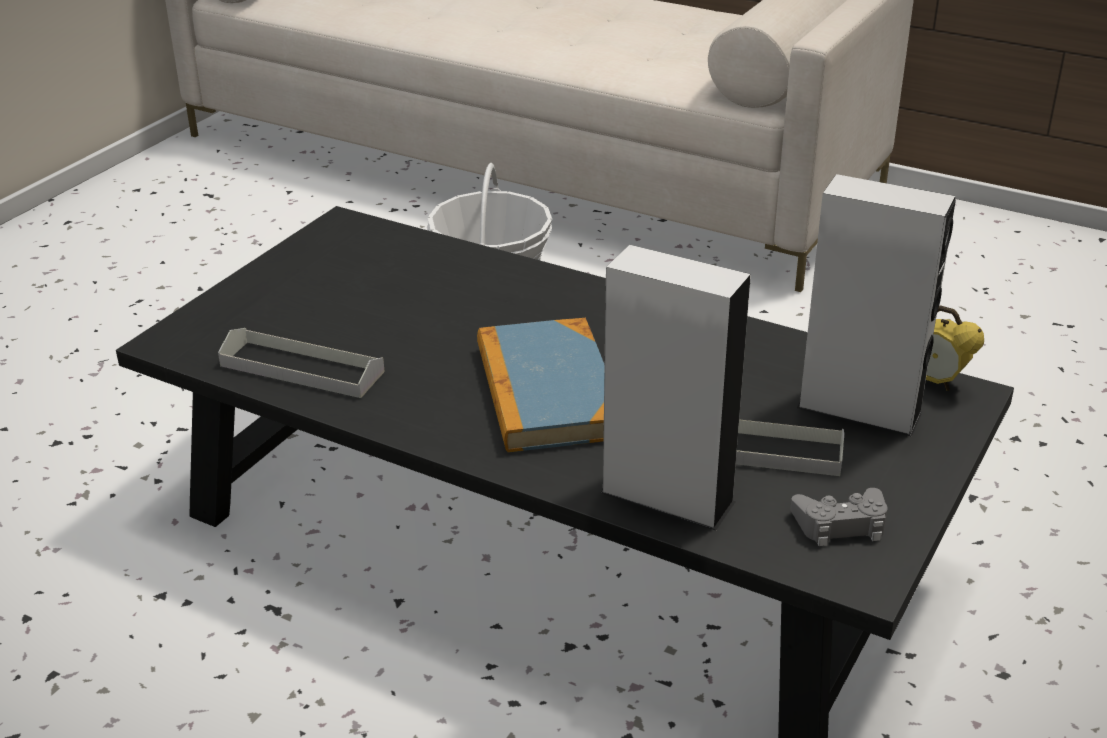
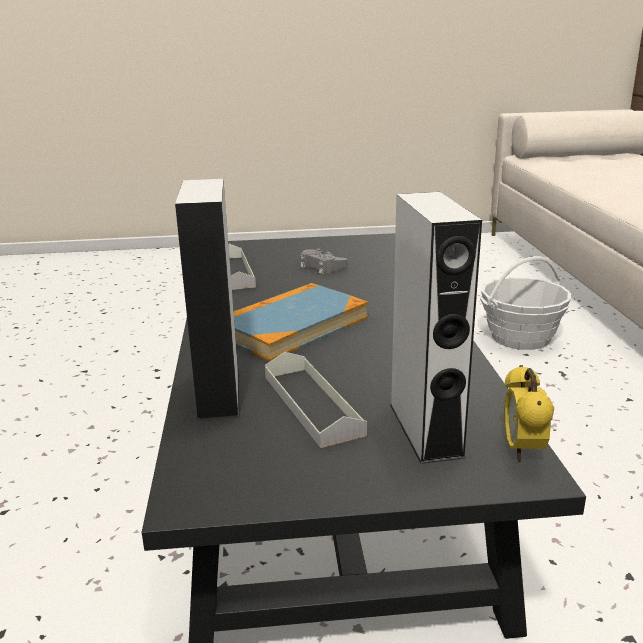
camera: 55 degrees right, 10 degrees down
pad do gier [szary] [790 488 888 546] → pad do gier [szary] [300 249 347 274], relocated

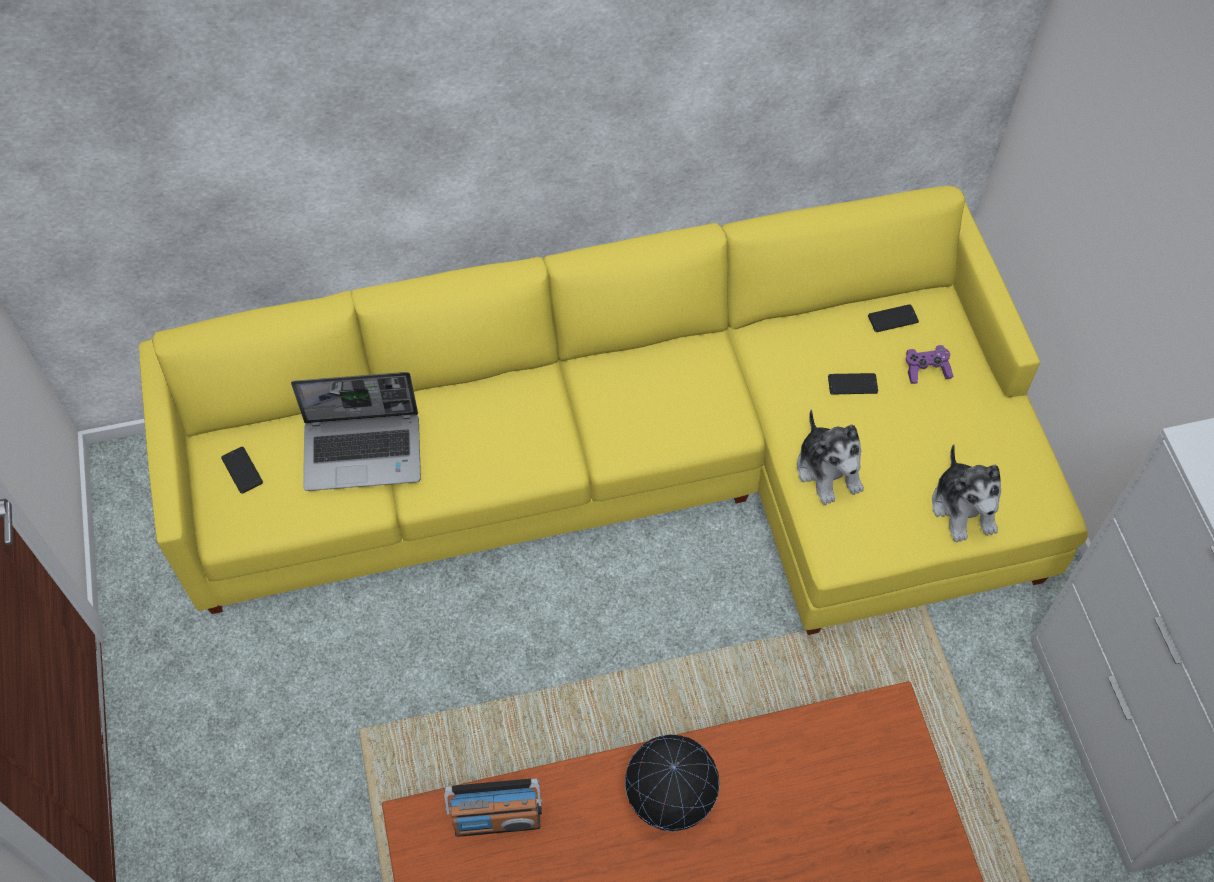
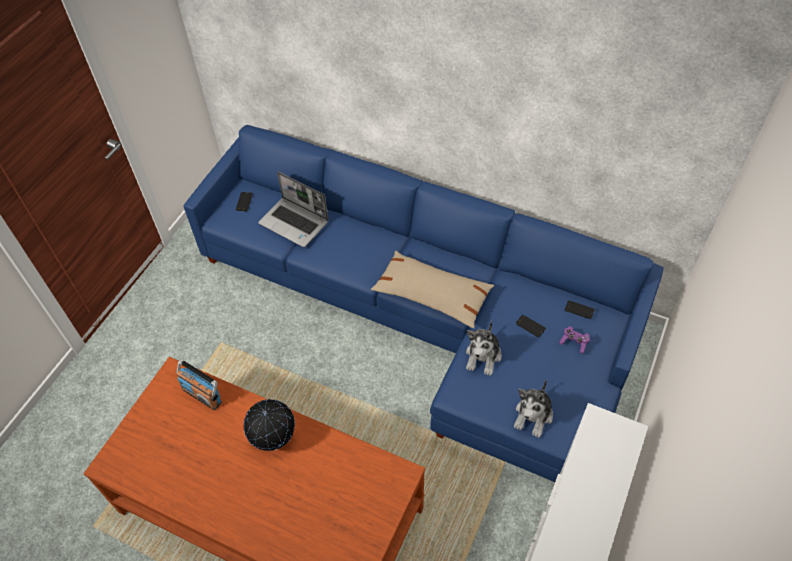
camera: 40 degrees right, 5 degrees down
kanapa [żółty] [139 186 1088 635] → kanapa [niebieski] [183 125 664 482]
- → poduszka [beżowy] [371 251 494 328]

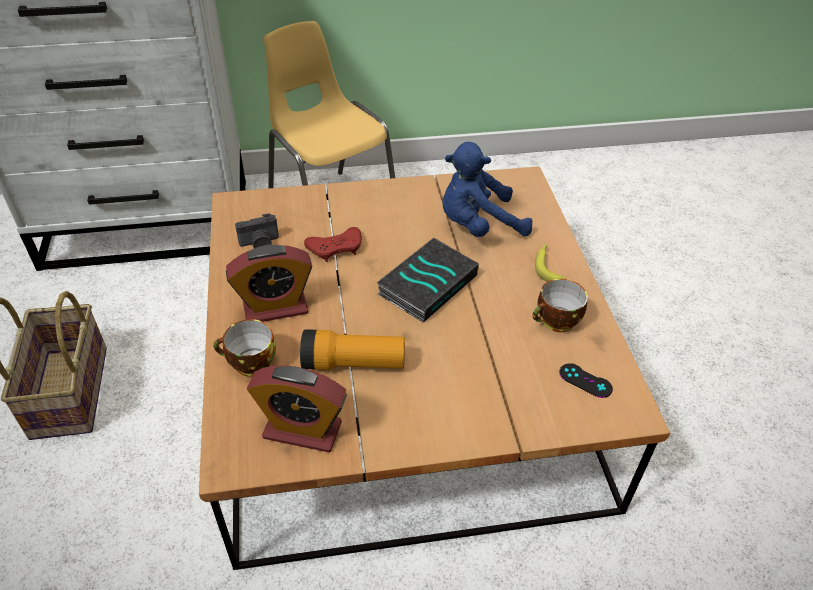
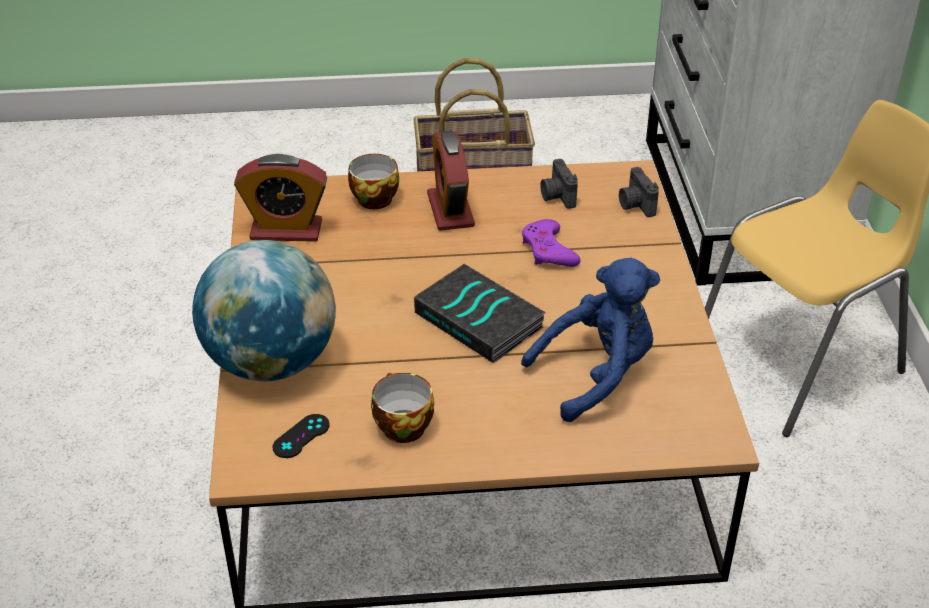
camera: 95 degrees right, 5 degrees down
budzik [247 365 347 452] → budzik [234 154 327 242], 105 degrees counterclockwise
latarka [300 329 405 370] → -
pad do gier [czerwony] [304 227 362 262] → pad do gier [fioletowy] [522 219 581 267]
pluszak [niebieski] [442 142 532 237] → pluszak [niebieski] [521 258 660 422], 75 degrees clockwise
banan [535 243 566 282] → -
- → globus [192 240 336 382]
- → aparat fotograficzny [619 167 659 217]

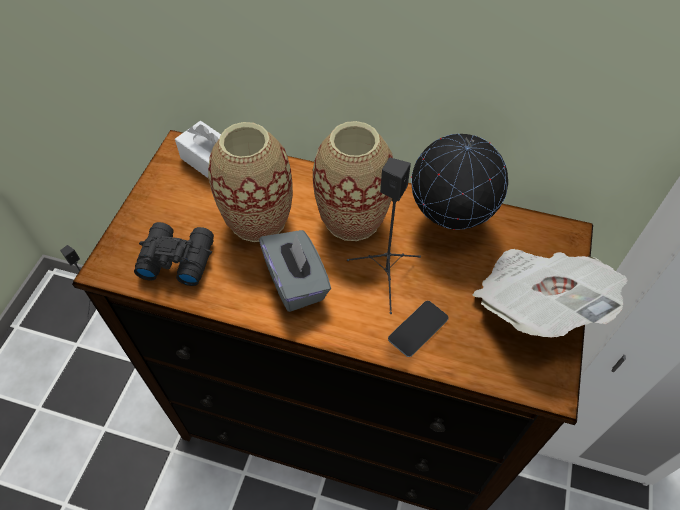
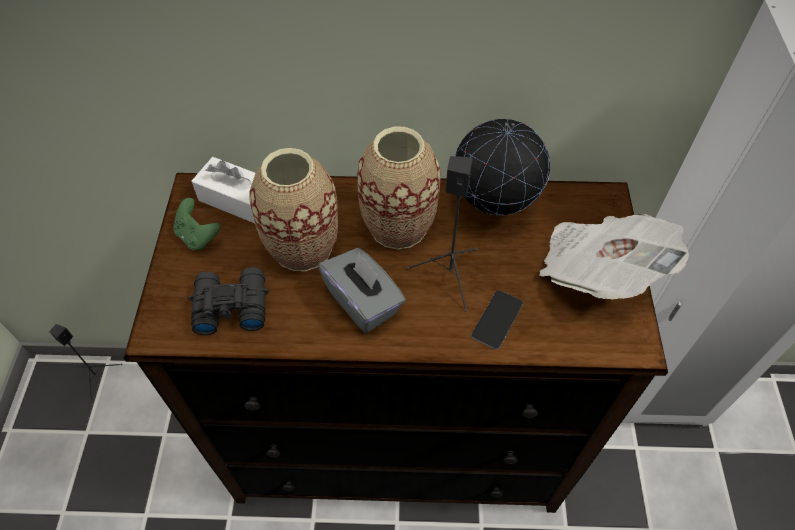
camera: 15 degrees left, 0 degrees up
- → pad do gier [zielony] [173 198 220 250]

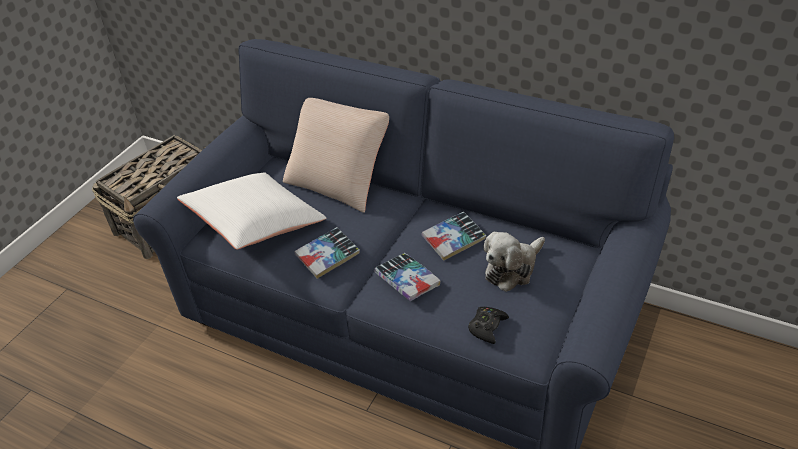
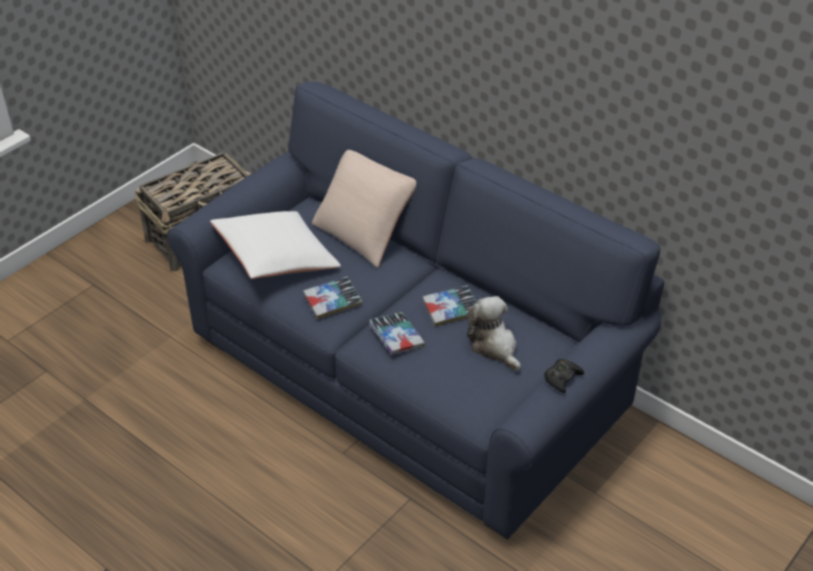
camera: 10 degrees right, 0 degrees up
pad do gier [czarny] [468 307 509 344] → pad do gier [czarny] [544 359 584 393], relocated
pluszak [483 232 545 292] → pluszak [467 296 521 371], 90 degrees clockwise

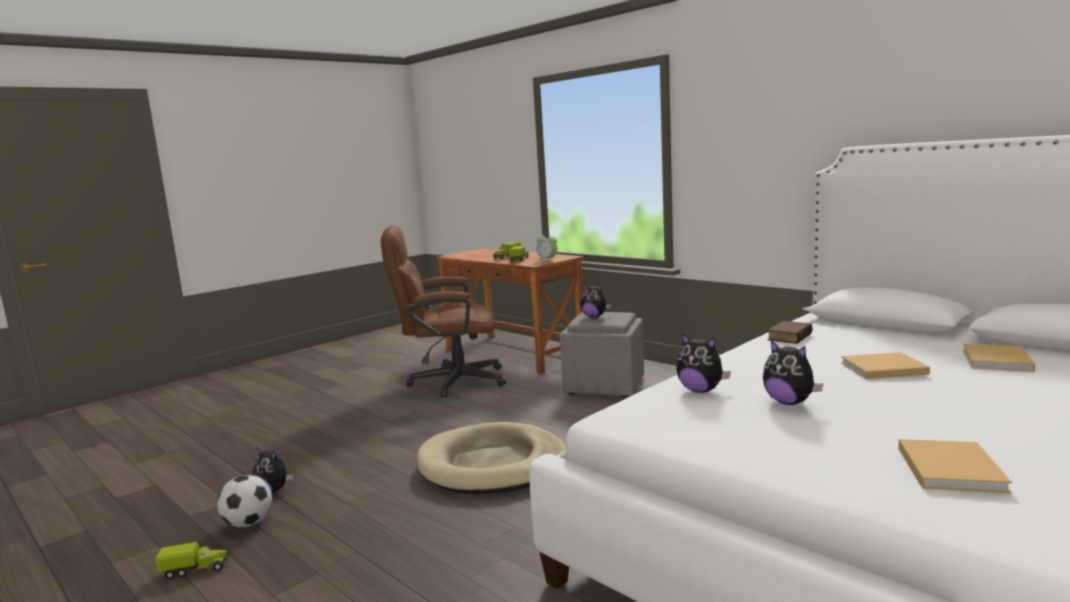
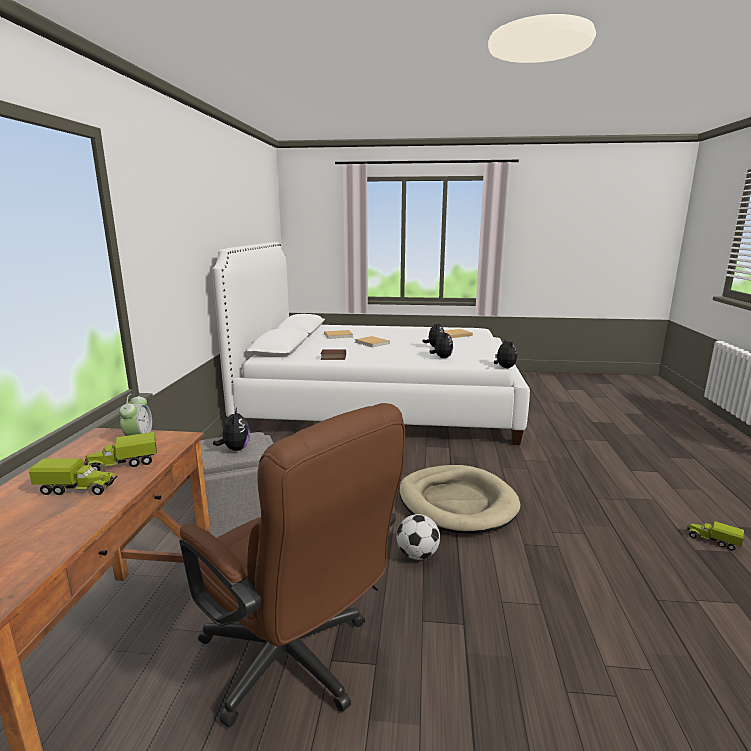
camera: 130 degrees left, 5 degrees up
piłka futbolowa [217 475 272 527] → piłka futbolowa [397 514 440 560], relocated
pluszak [253 447 293 492] → pluszak [494 338 517 368], relocated

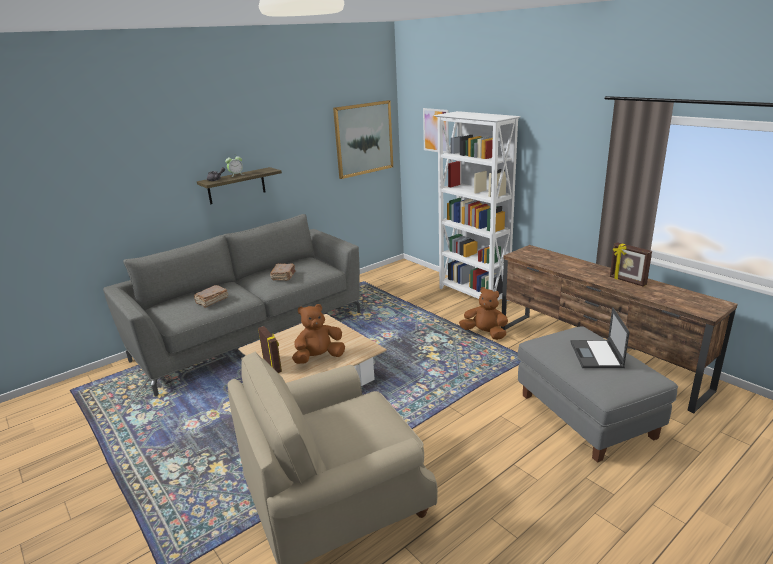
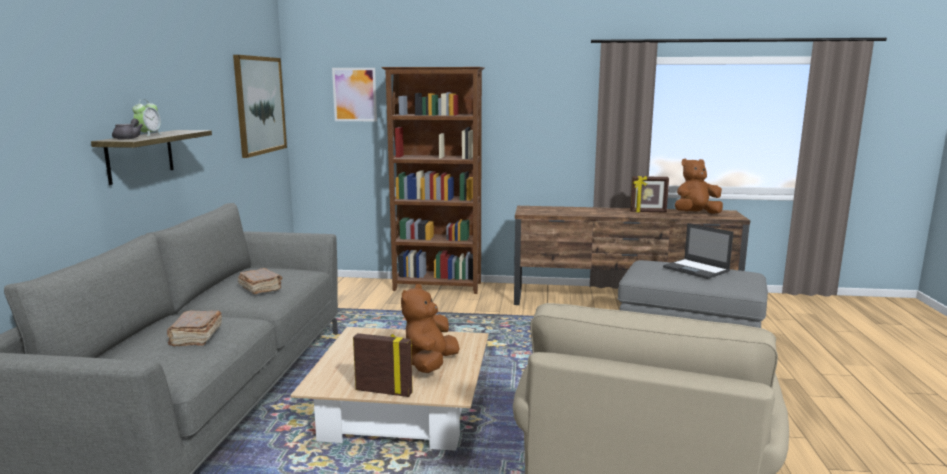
camera: 45 degrees left, 10 degrees down
regał [biały] [434 111 521 301] → regał [brązowy] [381 67 485 294]
pluszak [brązowy] [459 287 508 340] → pluszak [brązowy] [675 159 723 214], relocated

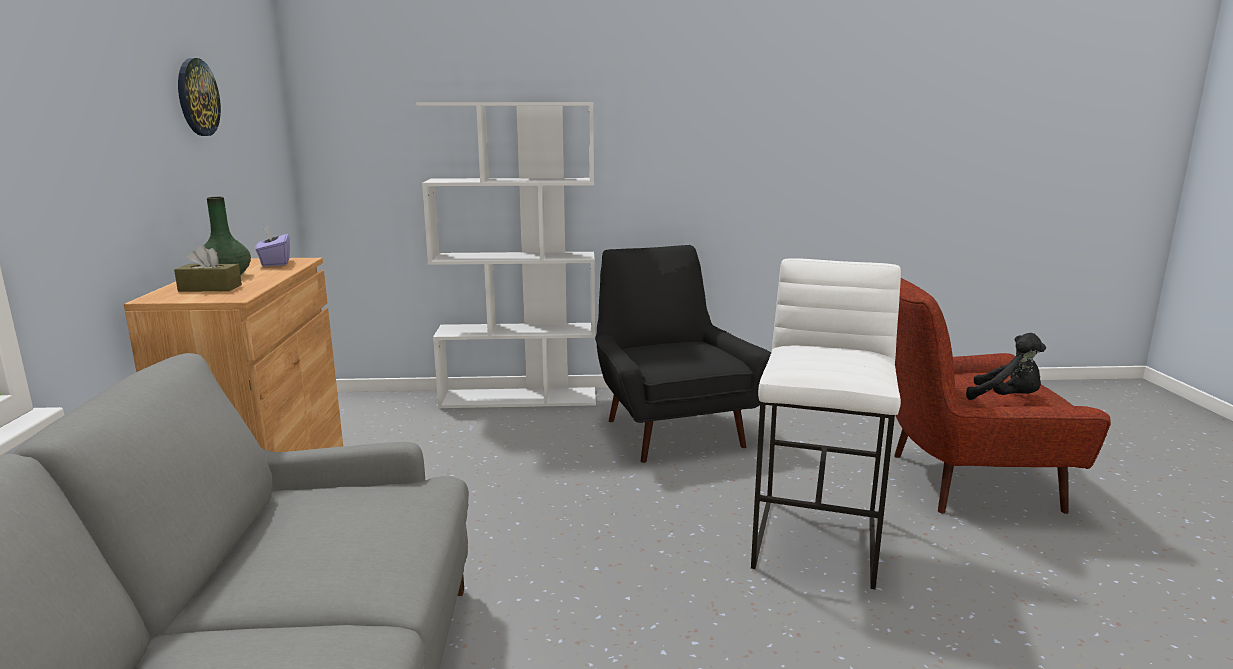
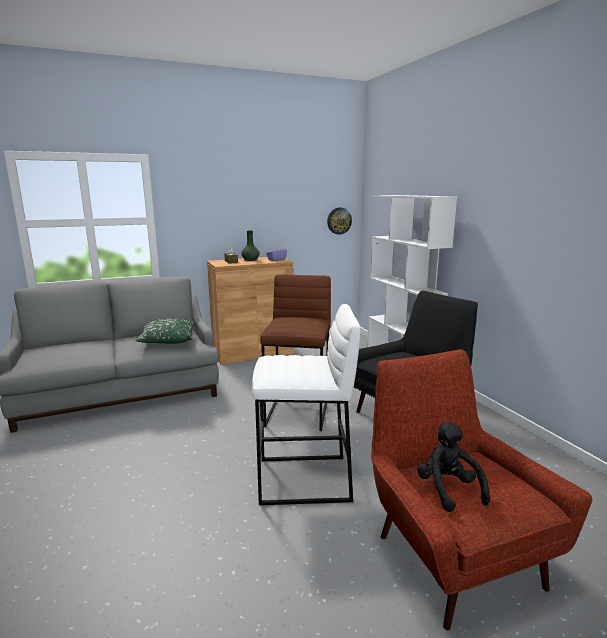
camera: 70 degrees right, 0 degrees up
zegar ścienny [178 58 221 136] → zegar ścienny [327 207 352 235], relocated
pluszak [czarny] [966 333 1046 400] → pluszak [czarny] [417 422 490 512], 150 degrees clockwise
- → poduszka [zielony] [135 319 195 344]
- → stołek [brązowy] [260 274 331 431]

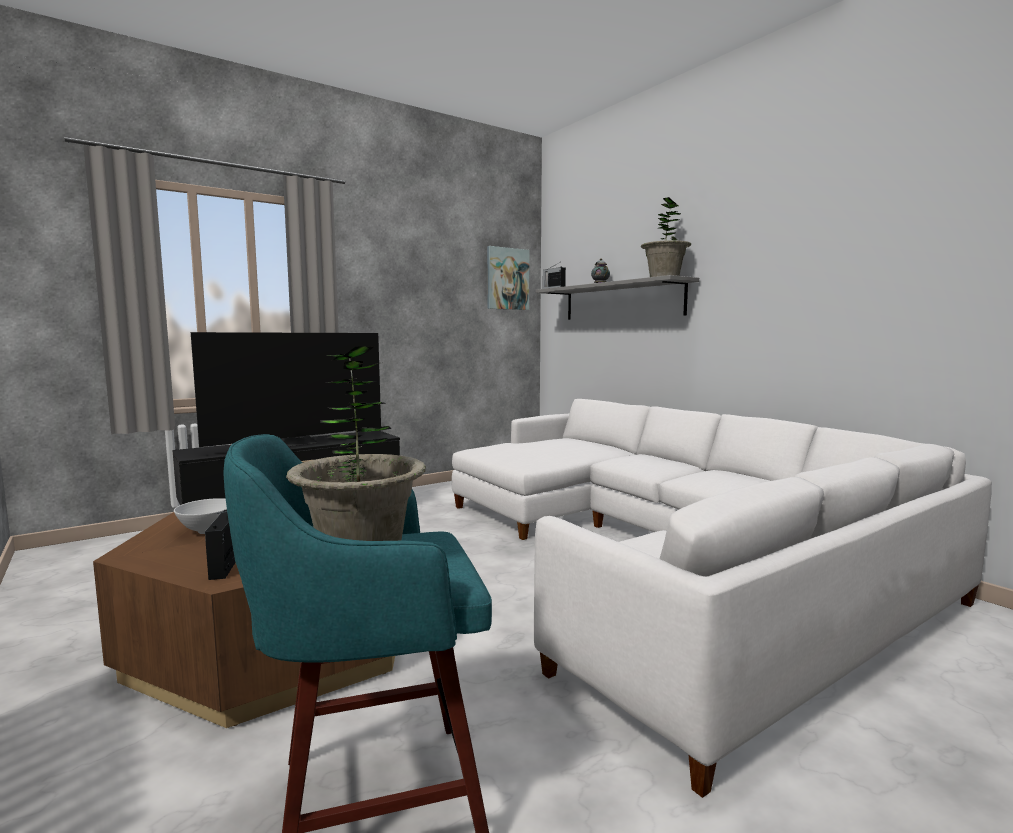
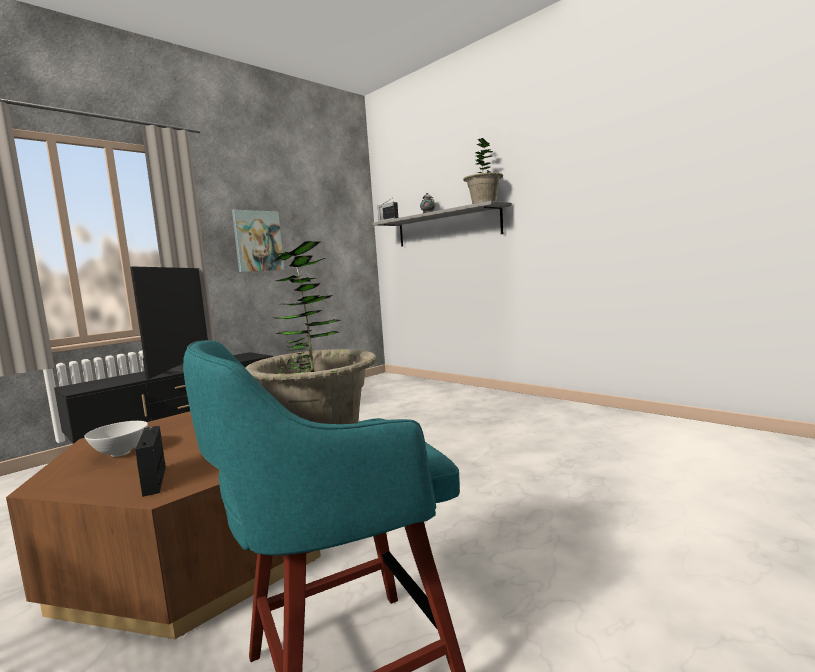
camera: 10 degrees left, 0 degrees up
telewizor [191 332 381 447] → telewizor [130 266 208 380], 45 degrees counterclockwise
kanapa [biały] [451 399 992 798] → -
obraz [487 246 530 310] → obraz [232 210 284 272], relocated

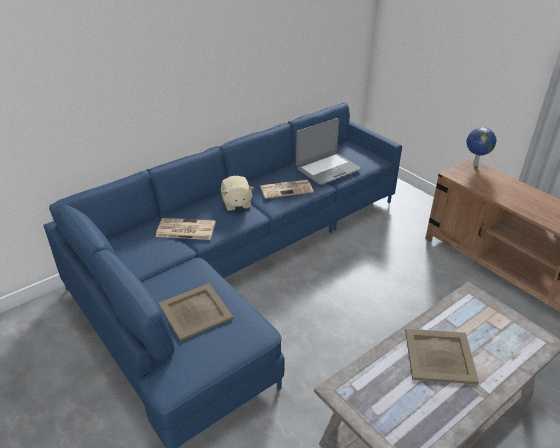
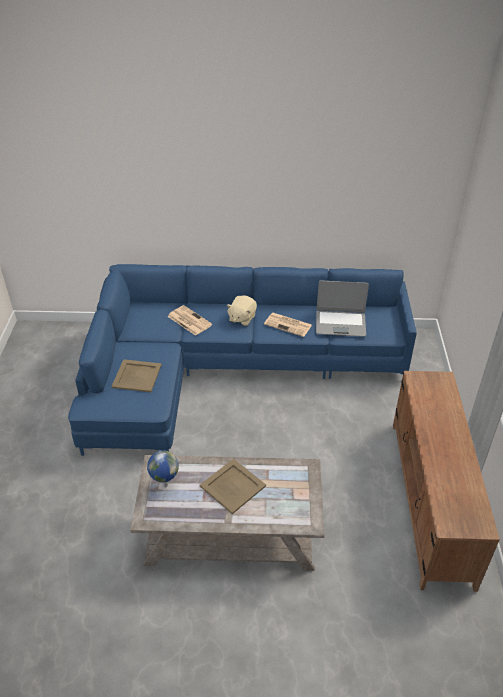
camera: 40 degrees right, 5 degrees up
globus [467 127 496 166] → globus [147 450 179 487], relocated

